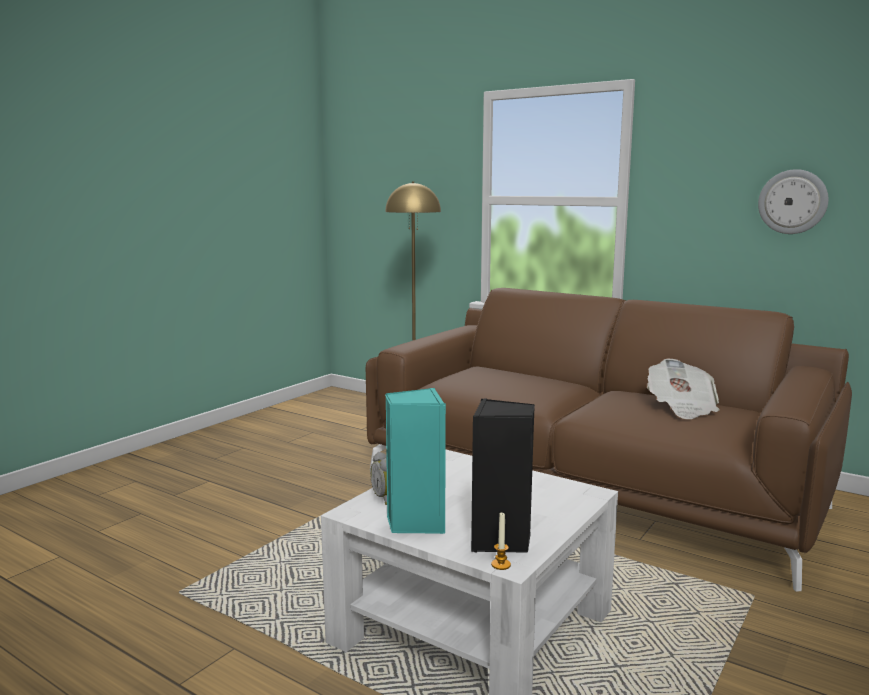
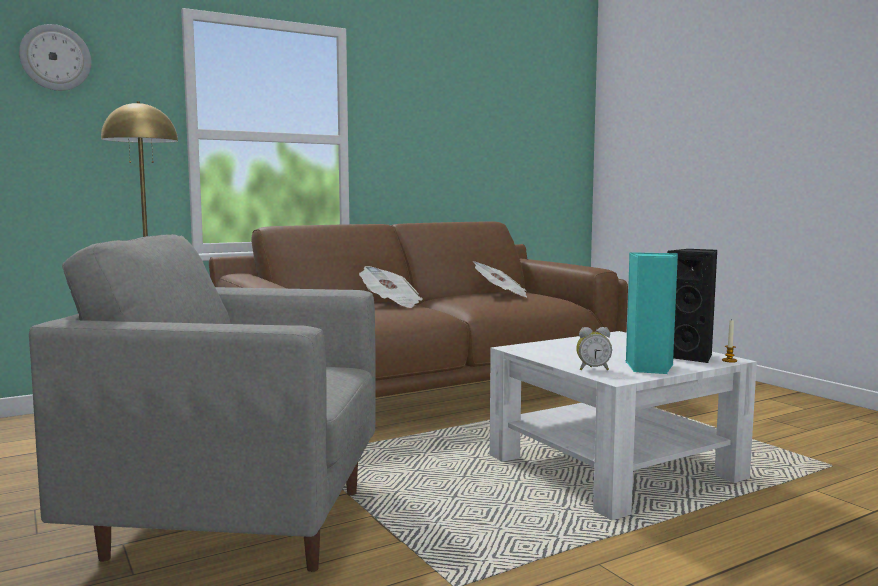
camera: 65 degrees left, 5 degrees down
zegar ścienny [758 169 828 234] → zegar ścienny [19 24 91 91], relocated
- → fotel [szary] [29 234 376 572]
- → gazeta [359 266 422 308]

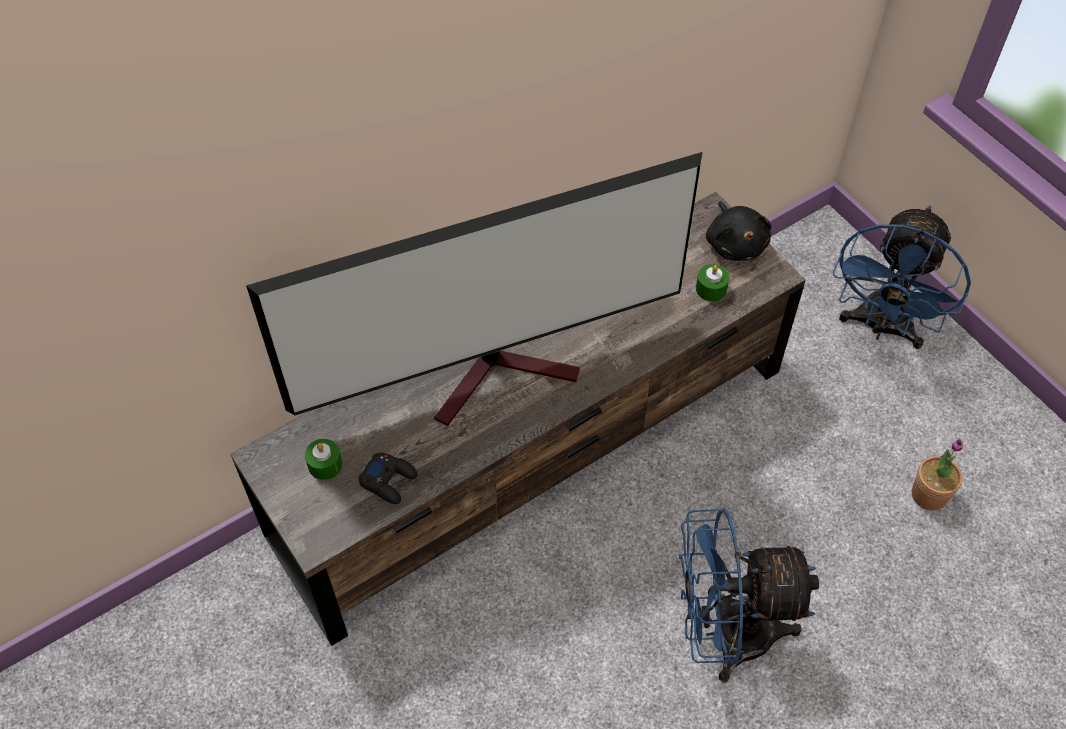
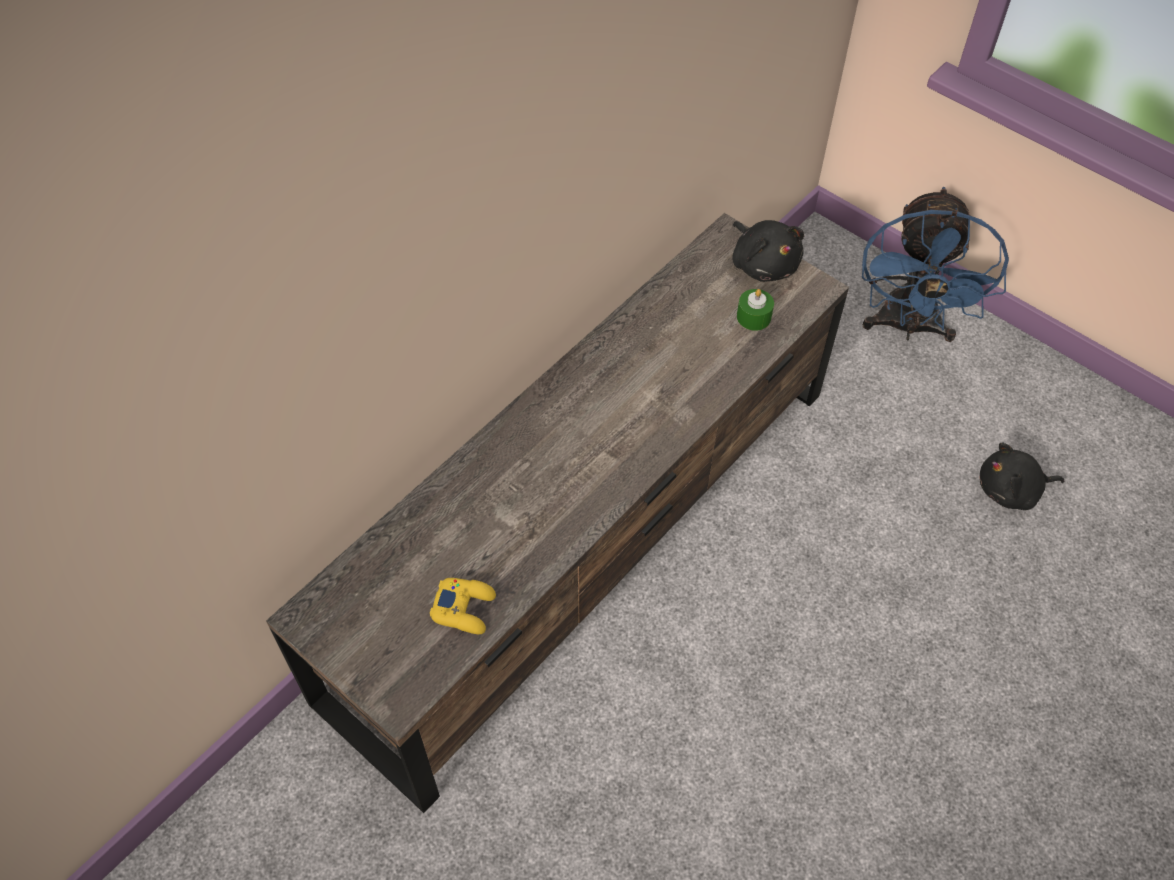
camera: 15 degrees left, 0 degrees up
telewizor [246 152 703 426] → -
świeca [zielony] [305 439 342 480] → -
pad do gier [czarny] [358 452 417 504] → pad do gier [żółty] [430 578 496 634]
wentylator [niebieski] [679 508 819 683] → -
roślina doniczkowa [912 439 963 510] → pluszak [czarny] [980 443 1064 510]

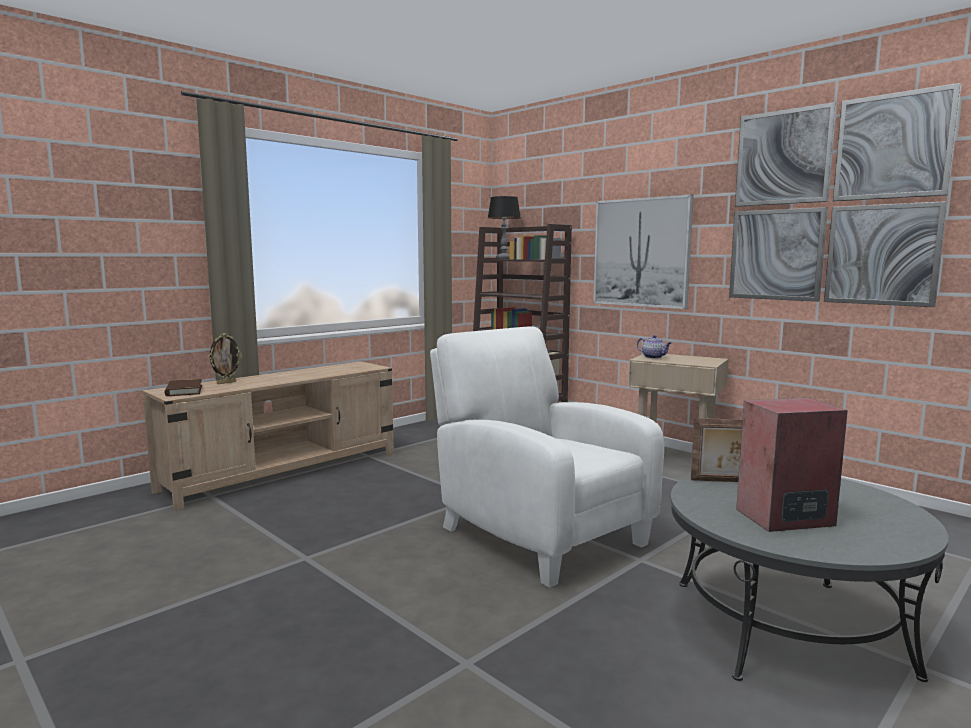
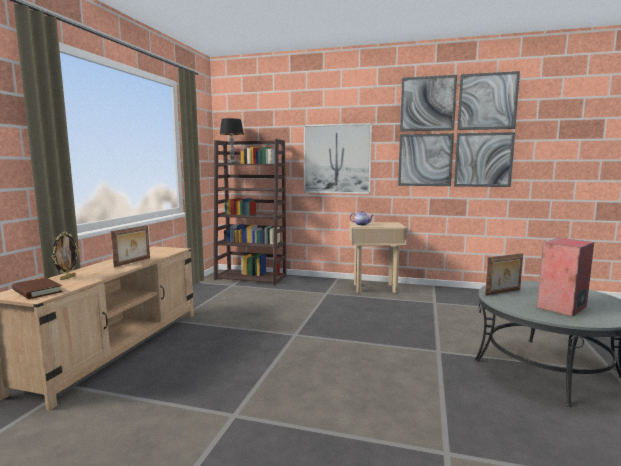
camera: 30 degrees left, 0 degrees up
fotel [biały] [430 326 664 588] → -
- → ramka na zdjęcie [111 225 150 267]

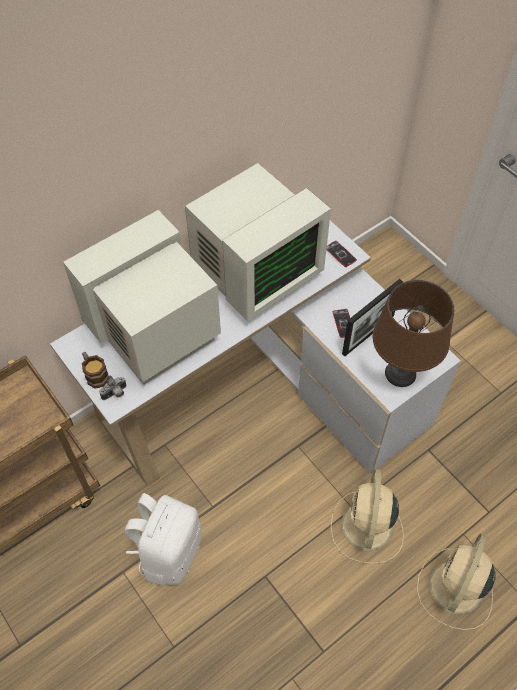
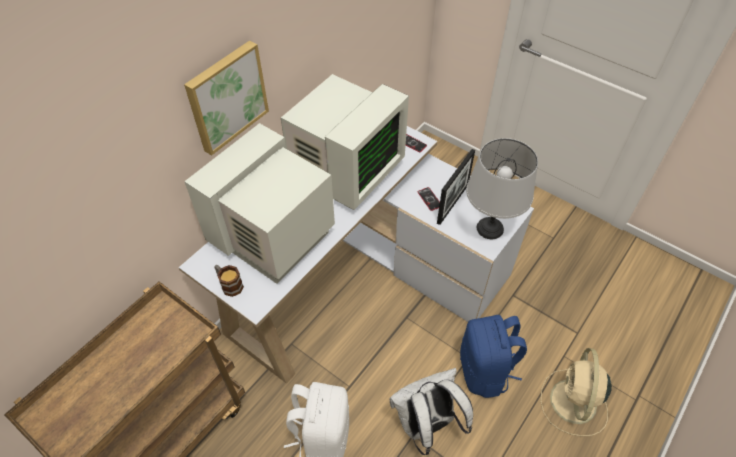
camera: 15 degrees left, 5 degrees down
aparat fotograficzny [99 375 127 400] → -
wentylator [beżowy] [331 469 404 564] → plecak [niebieski] [460 315 527 398]
lampa stołowa [brązowy] [373 280 454 387] → lampa stołowa [szary] [466 138 538 239]
- → obraz [184 41 269 156]
- → plecak [biały] [390 368 473 455]

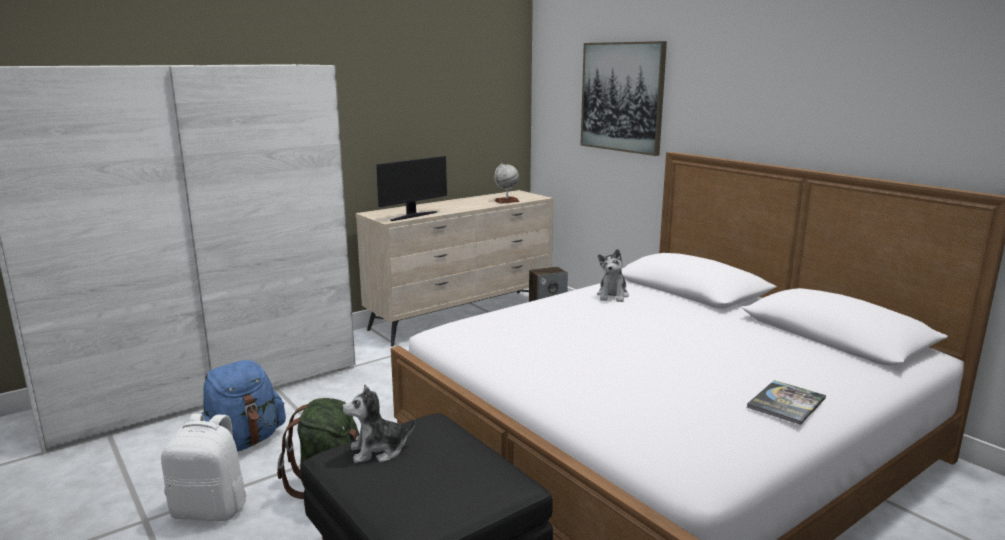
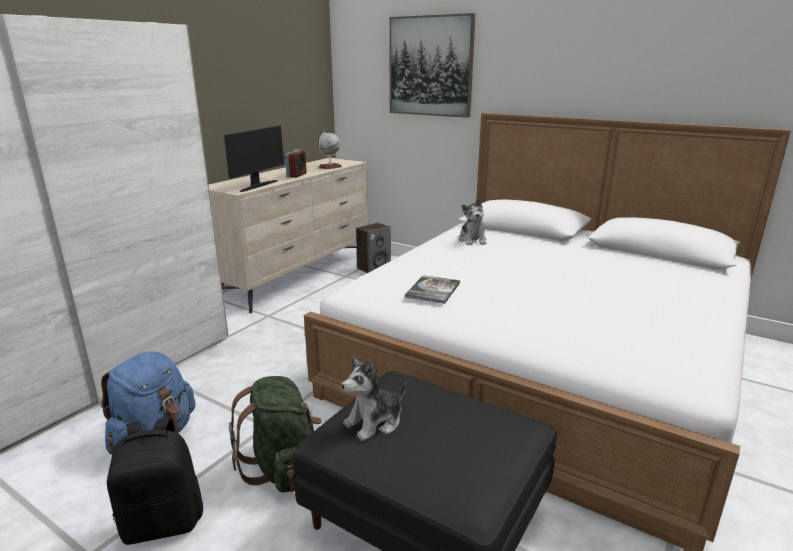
camera: 20 degrees left, 5 degrees up
plecak [biały] [161 414 247 521] → plecak [czarny] [107 418 203 545]
książka [747 380 826 425] → książka [405 275 460 304], relocated
- → budzik [285 149 307 178]

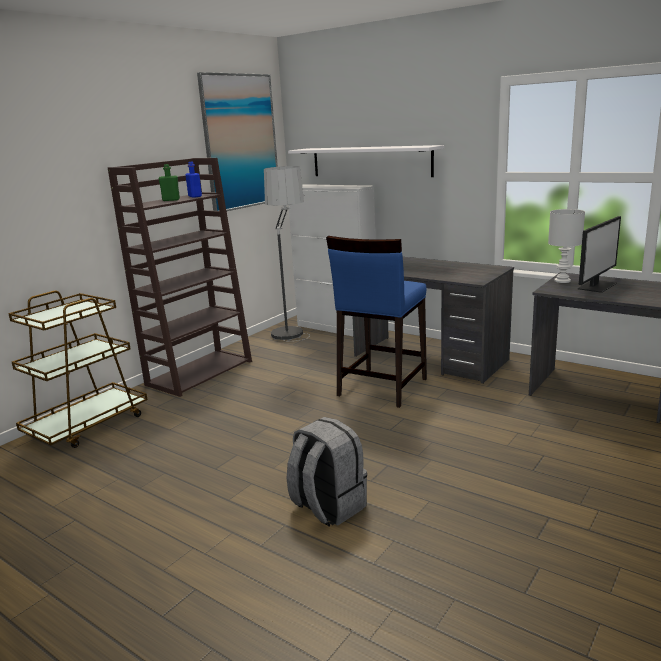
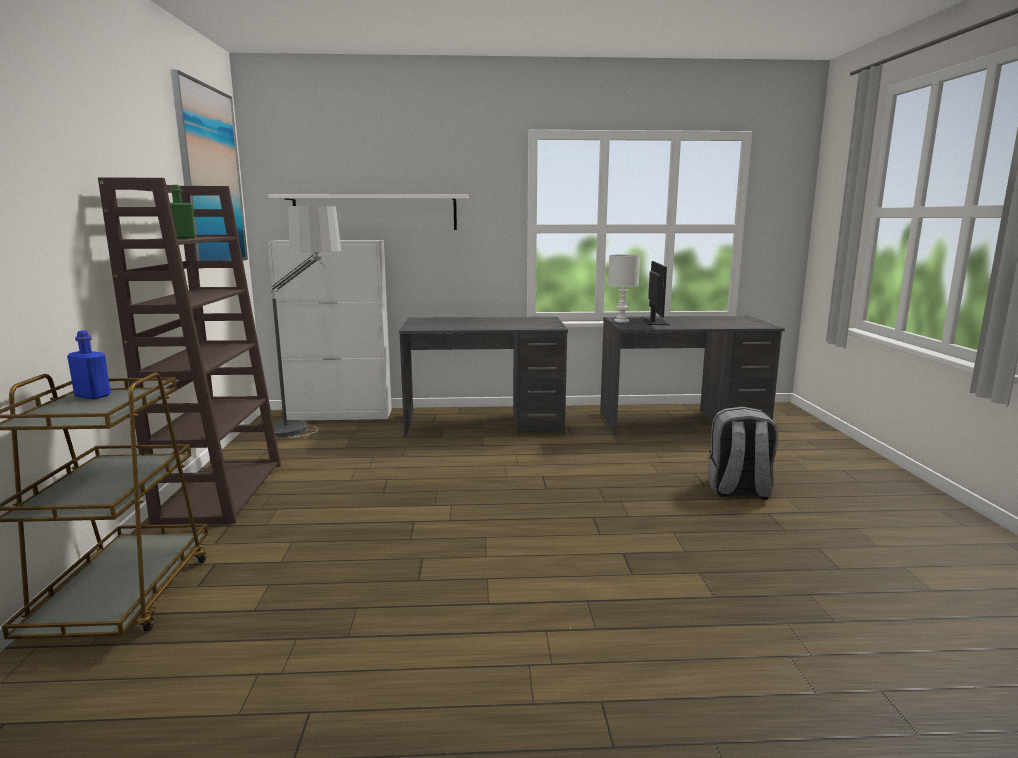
camera: 40 degrees left, 5 degrees down
butelka [niebieski] [186 162 202 198] → butelka [niebieski] [67 330 111 399], relocated
plecak [szary] [287 417 367 527] → plecak [szary] [708 407 778 500], relocated
stołek [niebieski] [326 236 427 408] → -

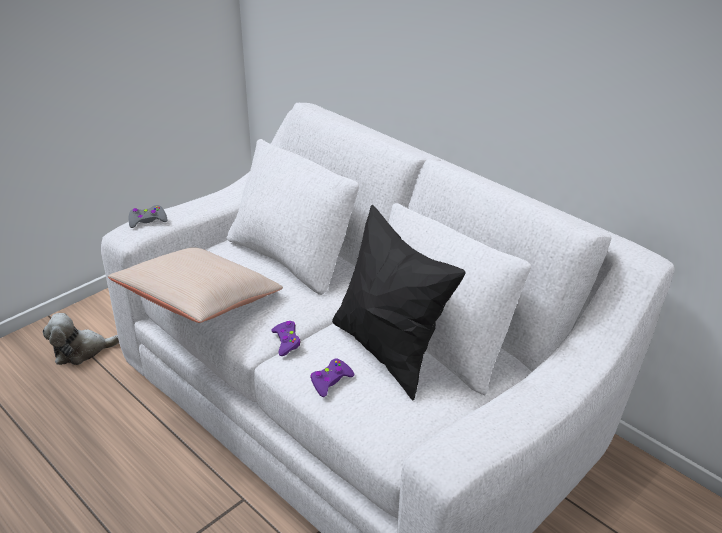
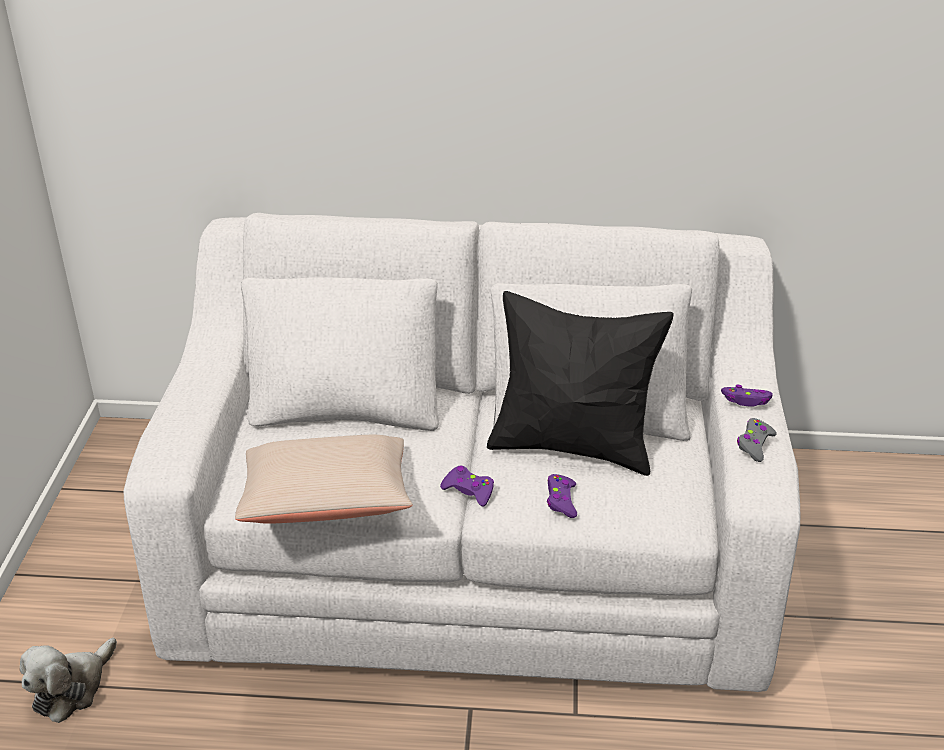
camera: 40 degrees left, 0 degrees up
pad do gier [szary] [129 205 167 228] → pad do gier [szary] [737 418 777 462], relocated
- → pad do gier [fioletowy] [721 384 773 407]

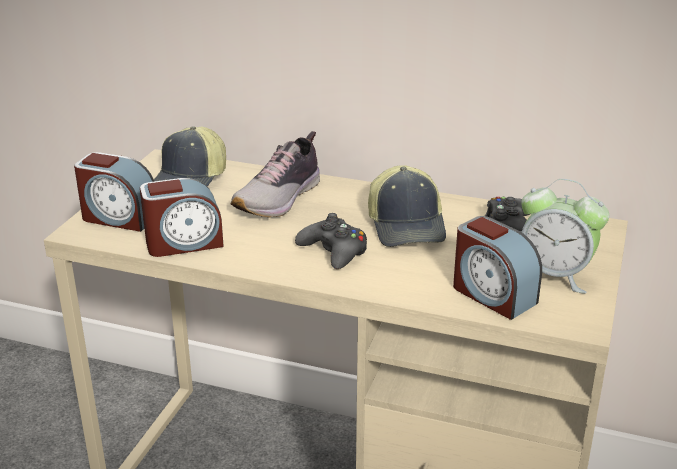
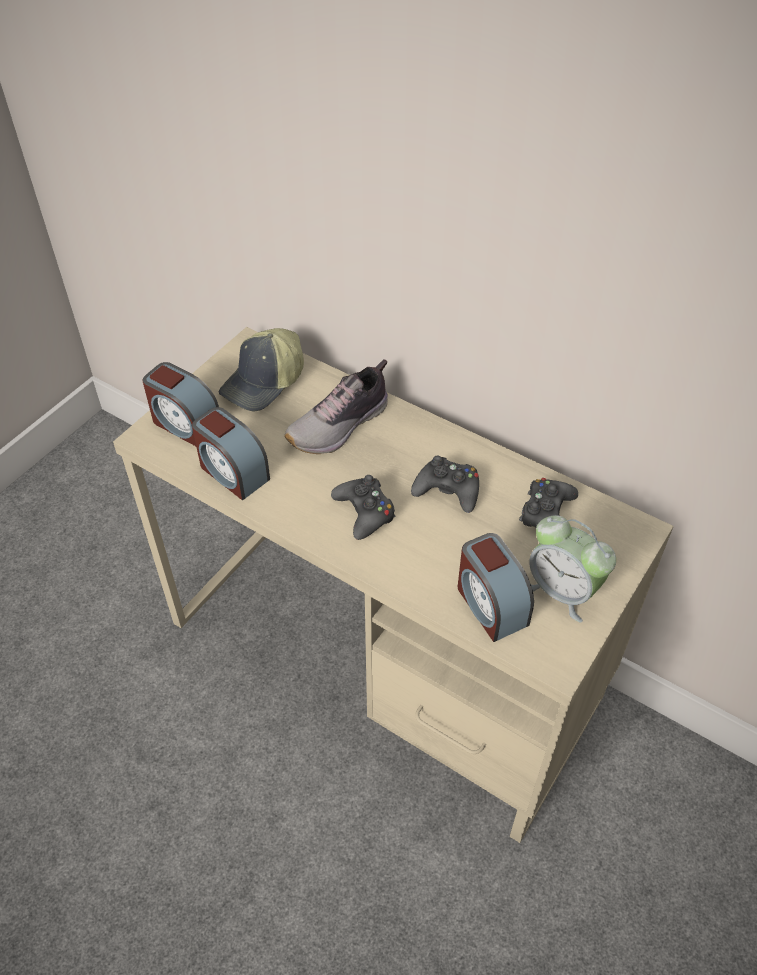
camera: 15 degrees right, 20 degrees up
budzik [140 178 224 257] → budzik [192 407 270 500], 45 degrees clockwise
czapka z daszkiem [368 165 446 247] → pad do gier [czarny] [411 456 479 513]

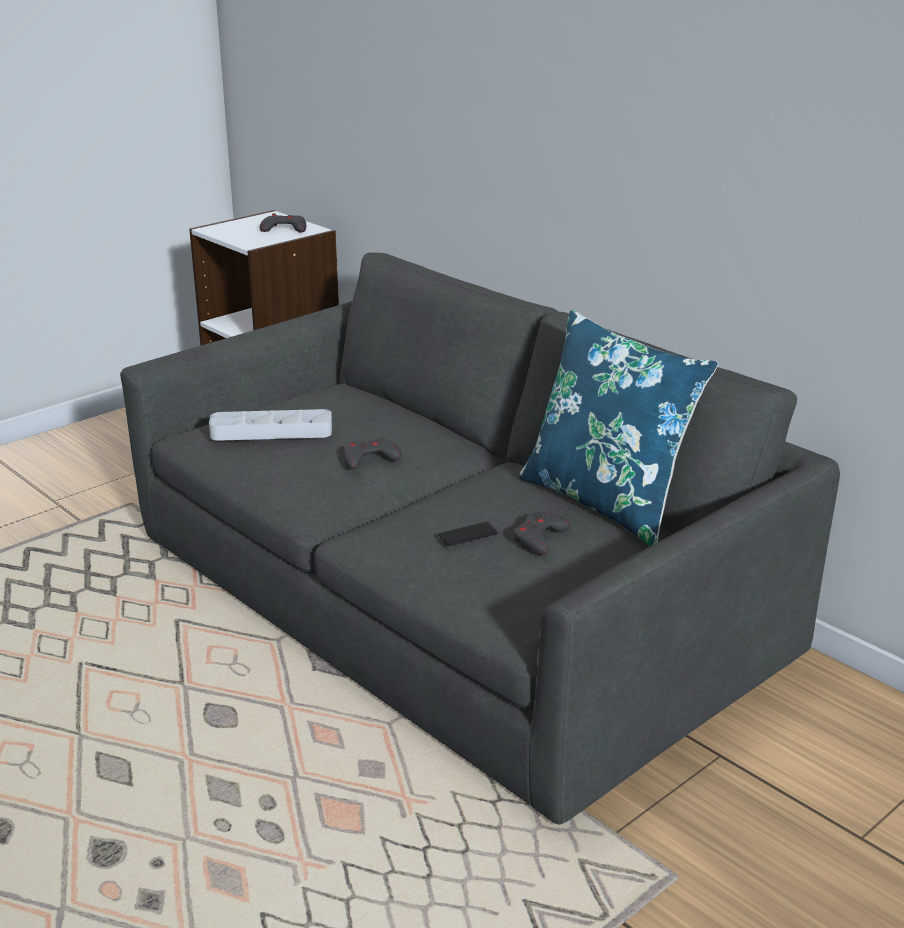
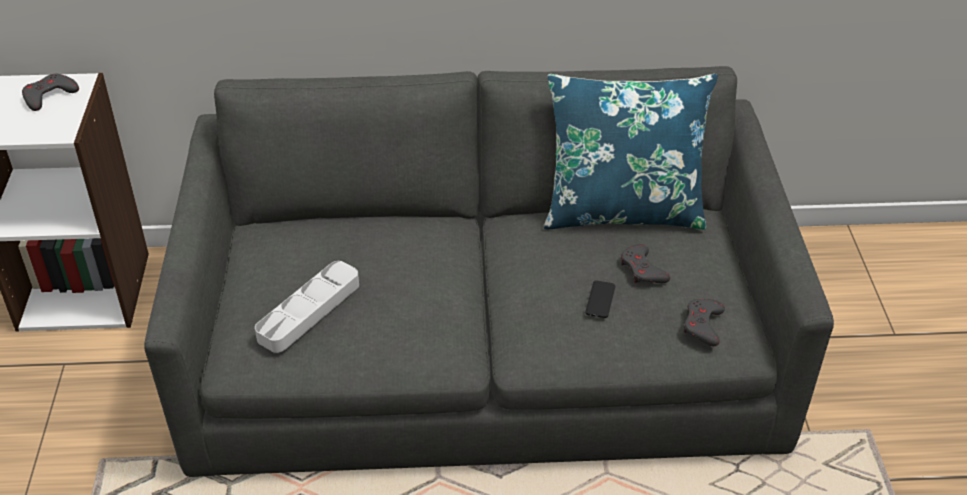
camera: 50 degrees left, 15 degrees up
pad do gier [szary] [344 438 402 469] → pad do gier [szary] [684 299 725 346], relocated

